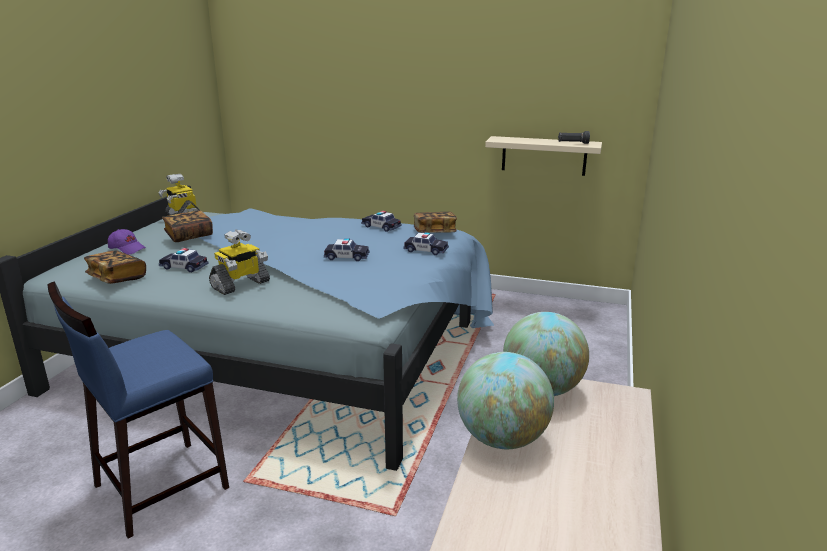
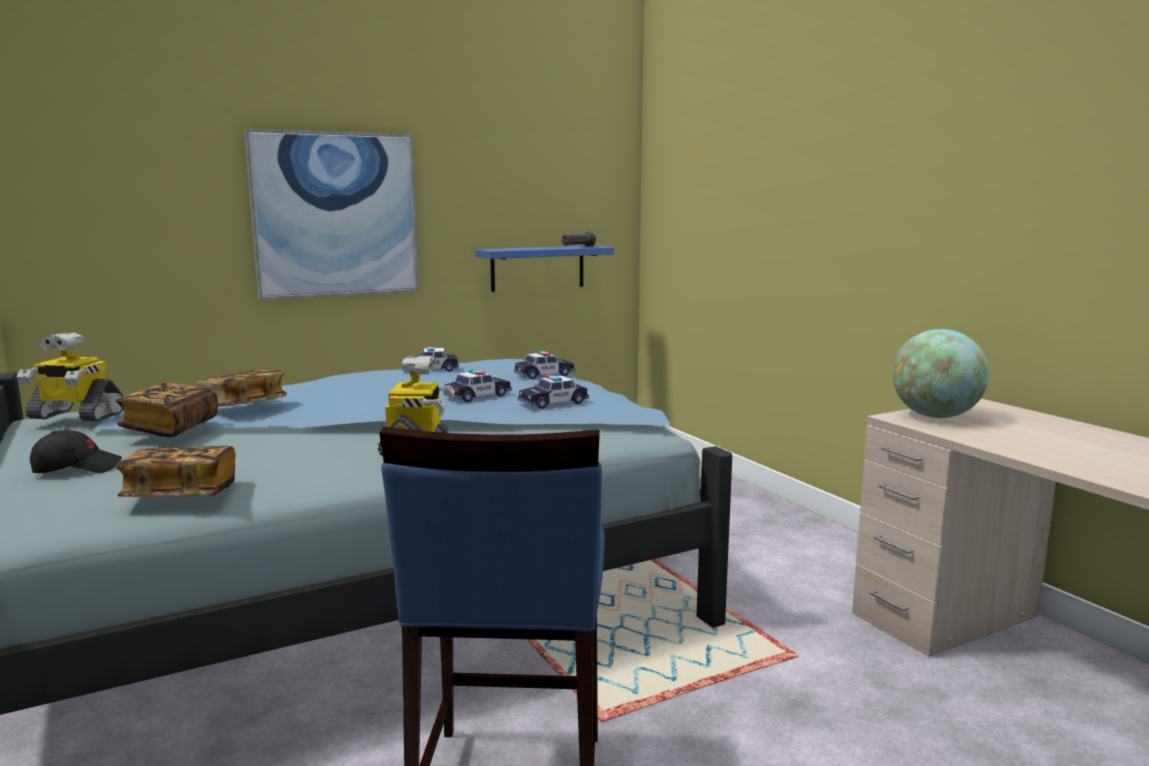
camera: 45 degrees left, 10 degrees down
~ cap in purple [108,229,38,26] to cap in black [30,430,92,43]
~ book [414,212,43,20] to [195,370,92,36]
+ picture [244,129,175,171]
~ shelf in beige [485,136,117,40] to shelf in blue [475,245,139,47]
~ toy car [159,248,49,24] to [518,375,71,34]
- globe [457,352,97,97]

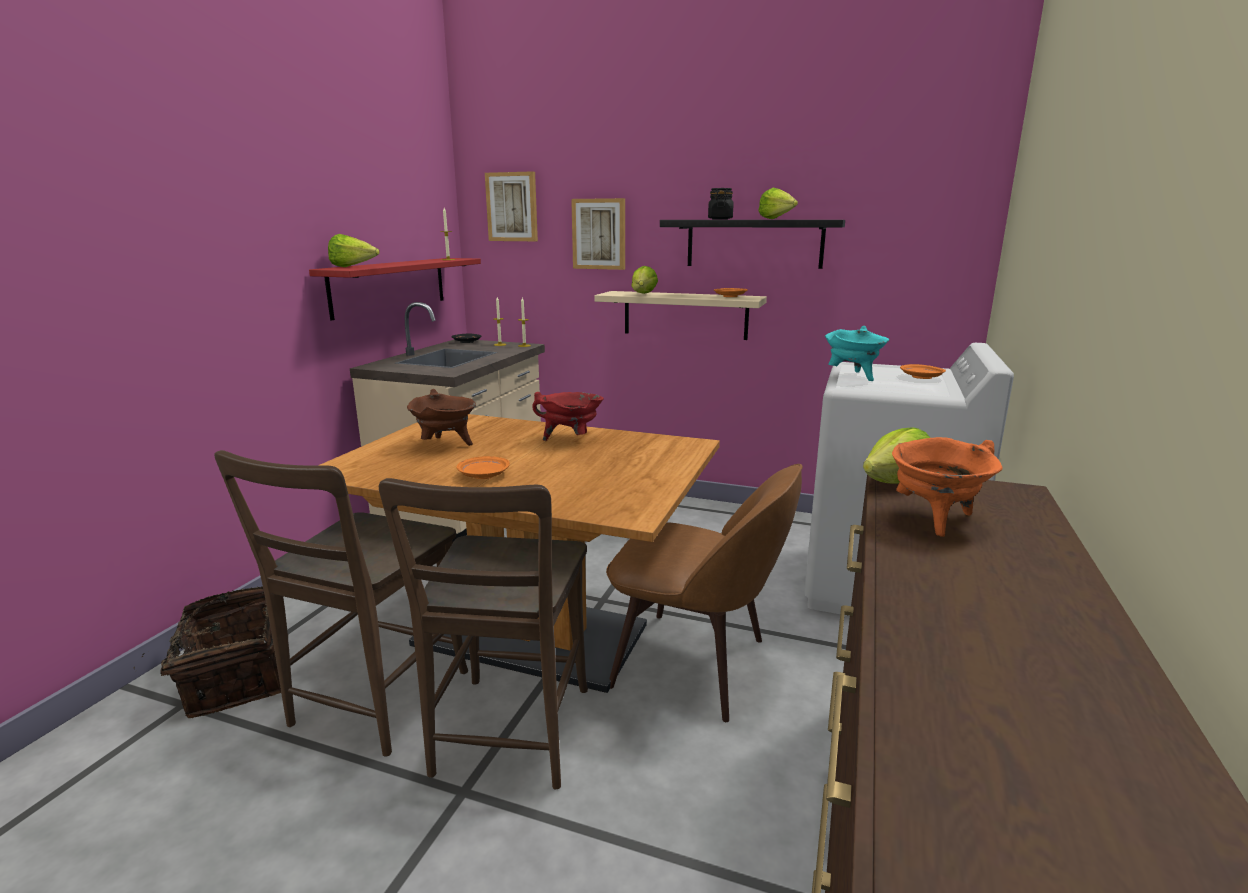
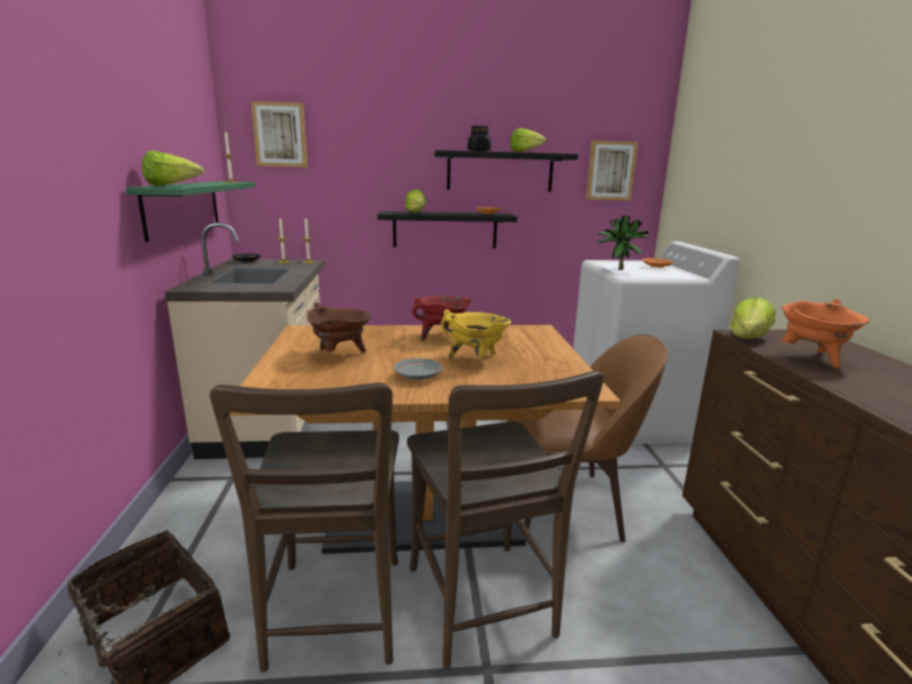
camera: 25 degrees left, 0 degrees up
~ shelf in red [309,258,172,62] to shelf in green [126,181,129,61]
~ shelf in beige [595,291,172,49] to shelf in black [377,211,140,37]
~ plate in orange [457,456,53,23] to plate in grey [394,358,48,22]
+ cooking pot in yellow [441,309,70,49]
~ picture [571,198,54,72] to [586,141,52,59]
~ cooking pot in turquoise [825,326,64,55] to potted plant [597,216,54,54]

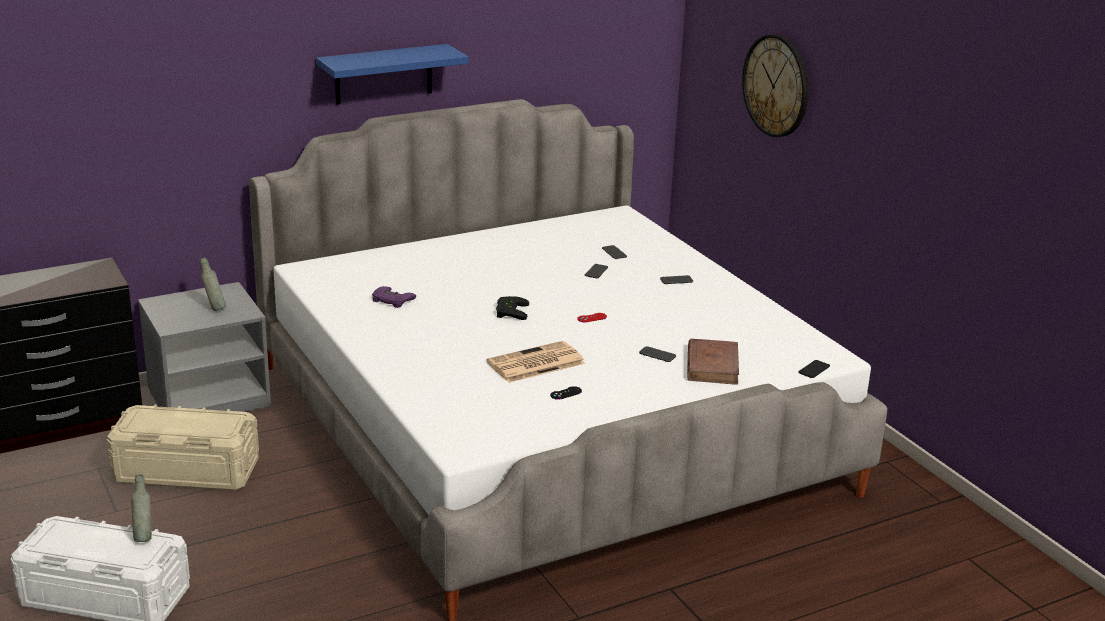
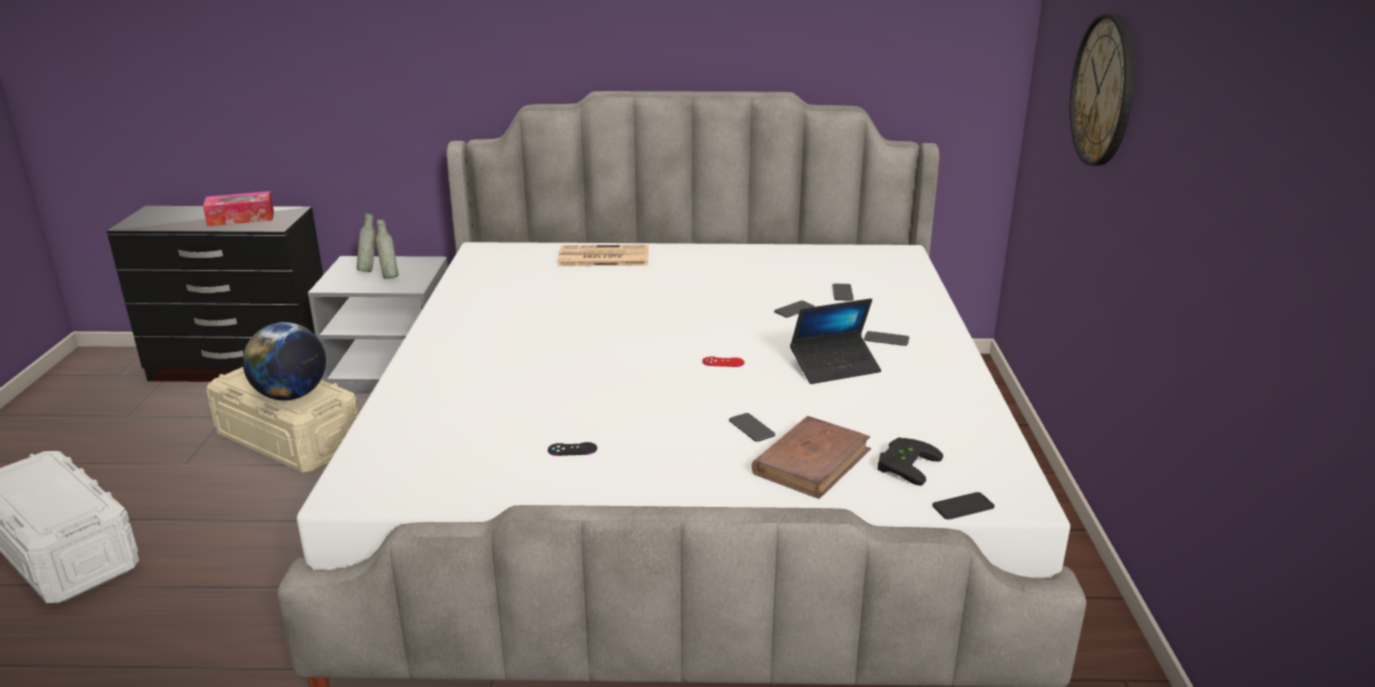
camera: 30 degrees right, 0 degrees up
+ tissue box [203,191,71,36]
+ globe [243,322,83,78]
~ bottle in grey [131,474,21,68] to [357,213,19,59]
~ newspaper [486,341,99,42] to [557,245,92,21]
+ laptop [790,298,91,86]
~ game controller in black [496,296,33,24] to [877,437,66,49]
- shelf in blue [316,44,153,61]
- game controller in purple [372,286,44,22]

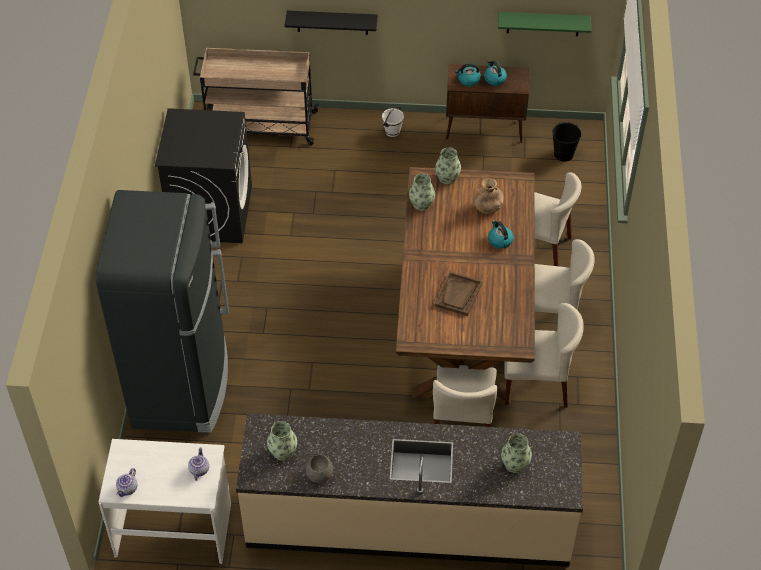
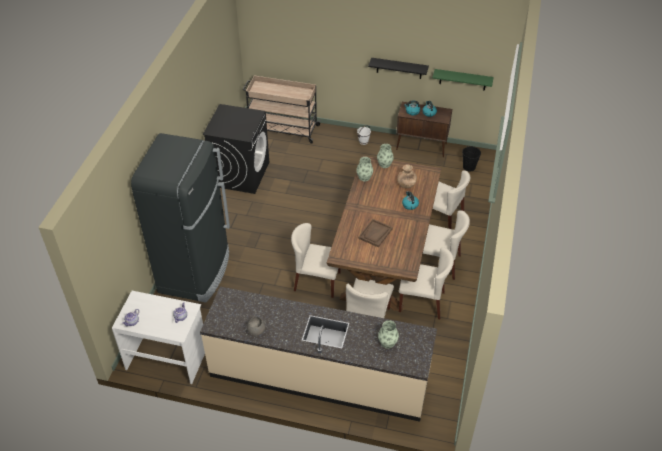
camera: 10 degrees right, 5 degrees down
+ chair in beige [291,223,50,75]
~ shelf in black [284,11,94,24] to [368,58,61,21]
- vase [267,421,30,40]

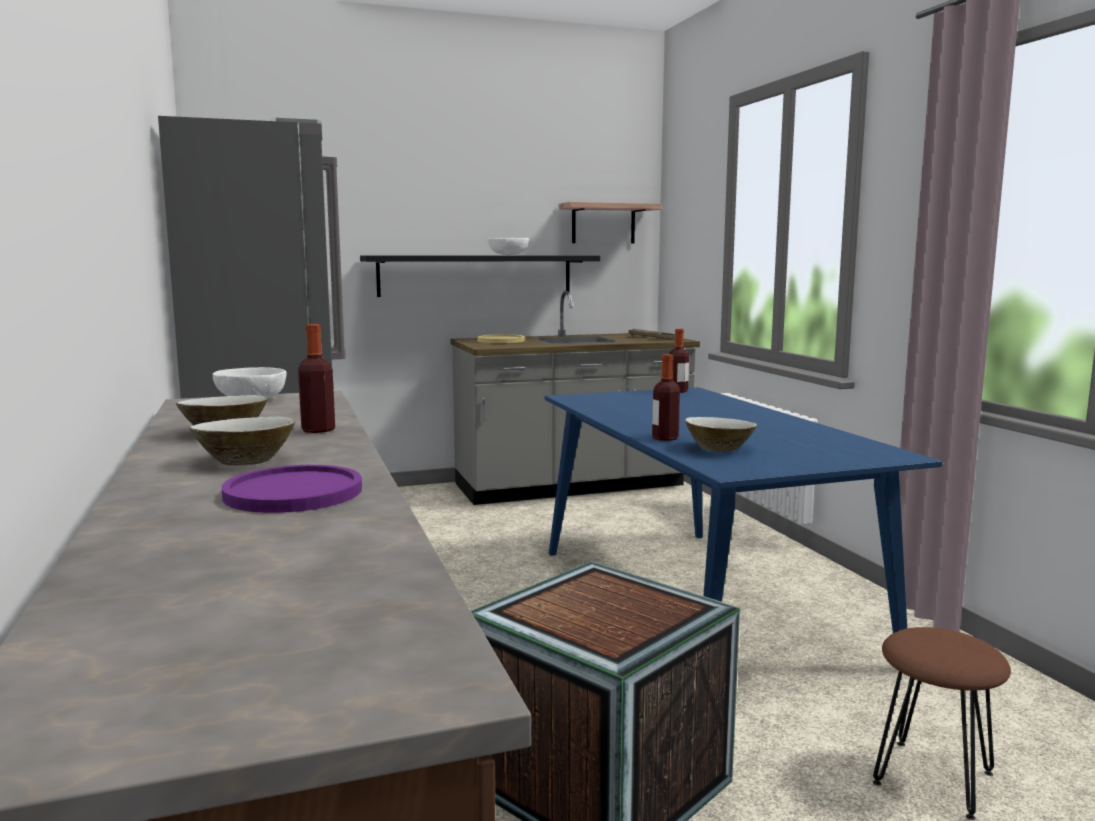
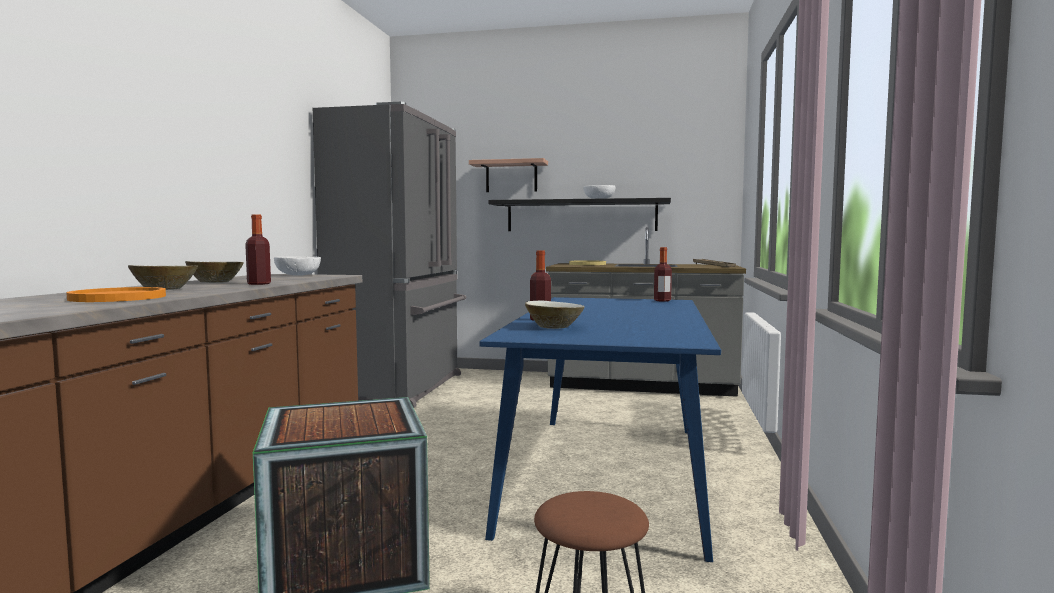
camera: 30 degrees right, 5 degrees down
~ plate in purple [222,465,140,48] to plate in orange [67,287,99,15]
~ shelf [559,202,103,42] to [469,158,79,34]

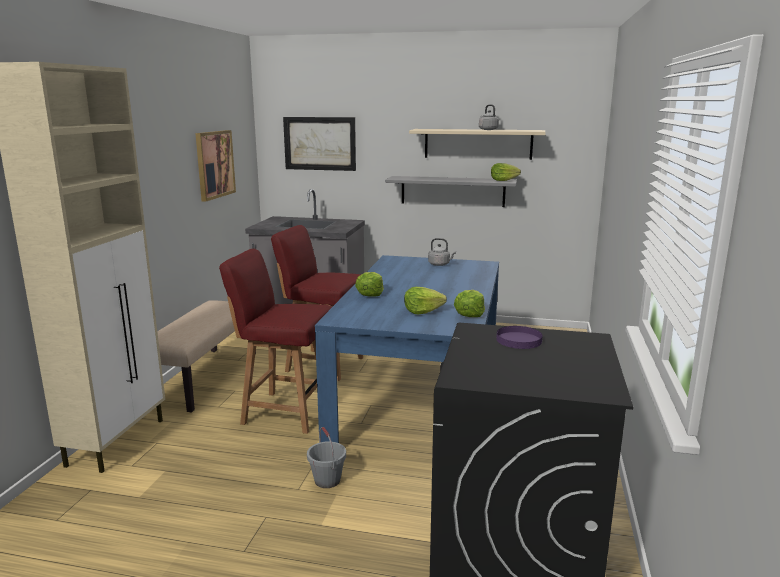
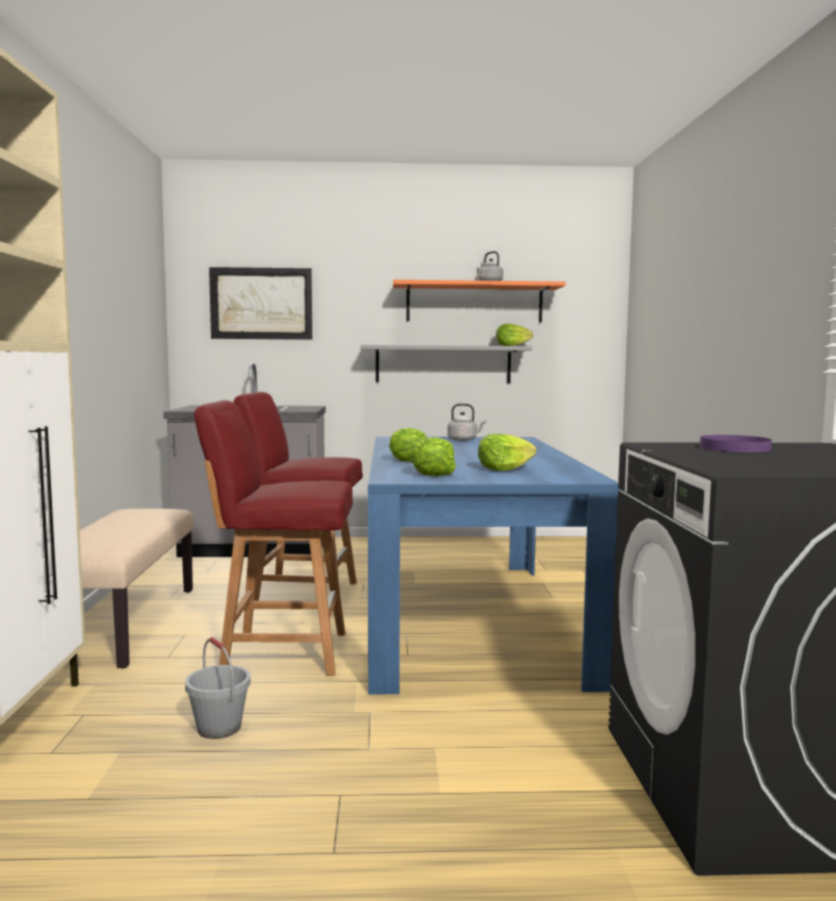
camera: 15 degrees left, 10 degrees down
~ bucket in grey [307,427,39,61] to [185,637,66,102]
~ shelf in beige [409,129,137,31] to shelf in orange [393,280,173,42]
~ lettuce [454,290,31,27] to [411,437,45,39]
- picture [195,130,41,72]

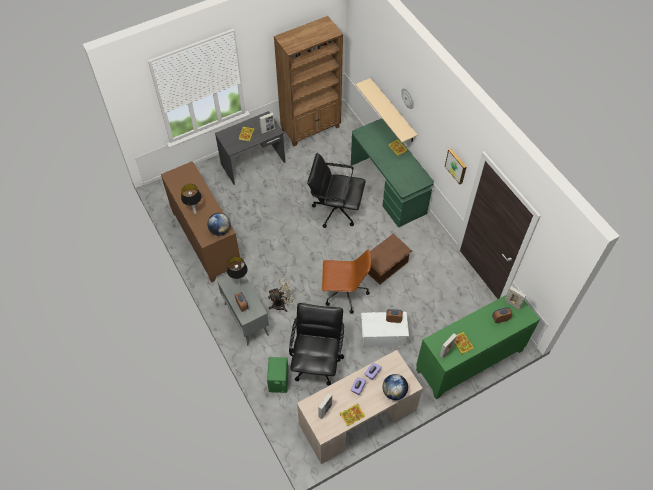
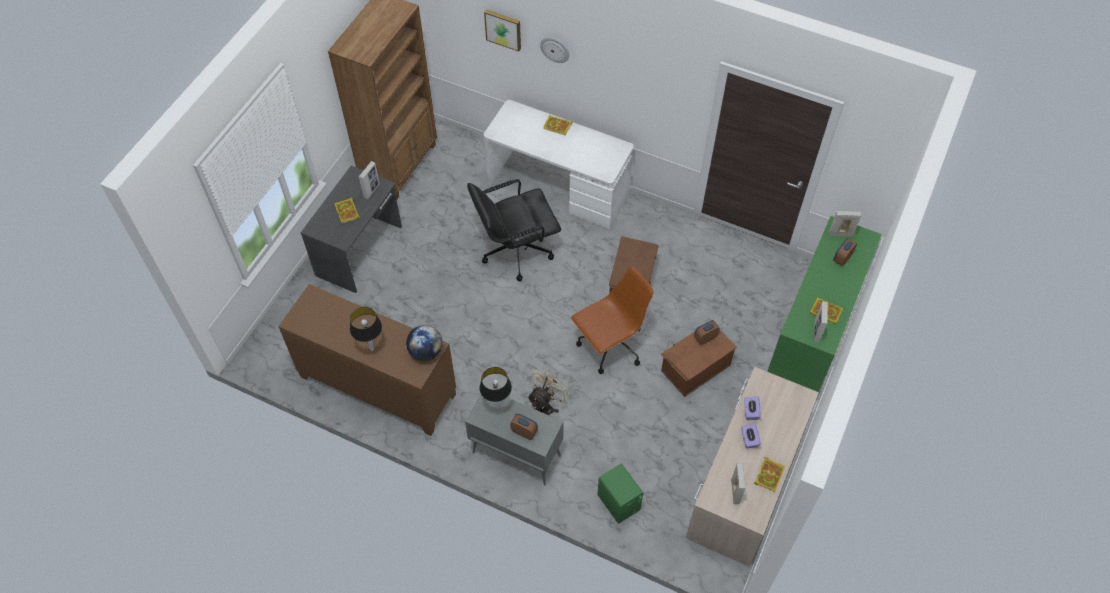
camera: 35 degrees left, 0 degrees up
~ desk in green [351,119,83,108] to desk in white [483,100,151,129]
~ picture [445,149,21,36] to [484,9,37,43]
~ storage box in white [361,312,48,36] to storage box in brown [660,330,77,67]
- office chair in black [289,303,55,82]
- shelf in beige [355,78,63,65]
- globe [382,374,26,26]

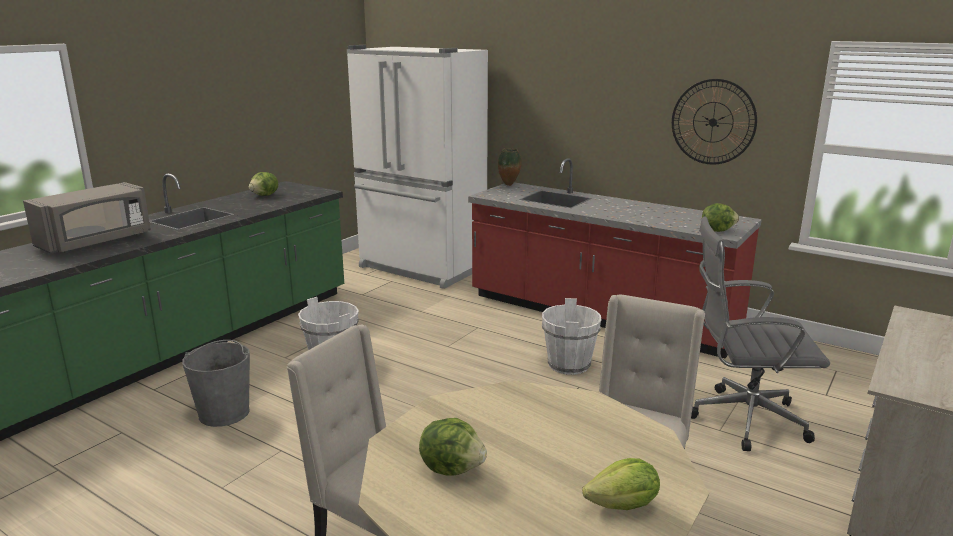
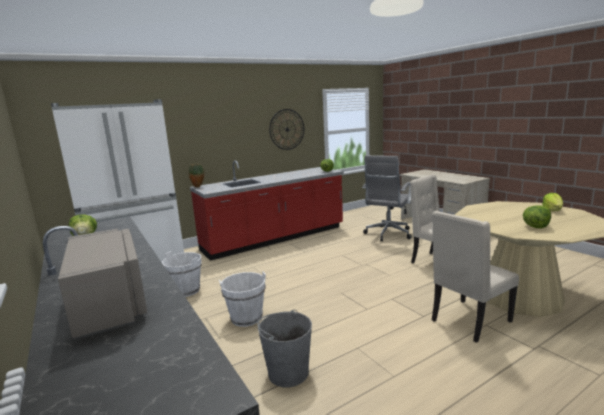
camera: 65 degrees left, 5 degrees down
~ bucket in white [542,298,60,77] to [162,251,40,46]

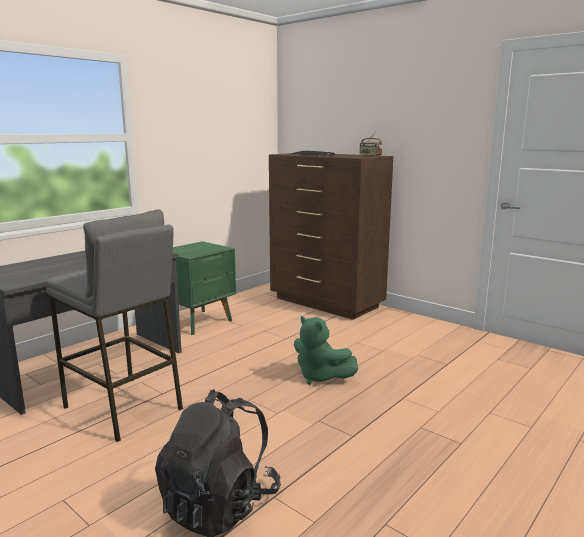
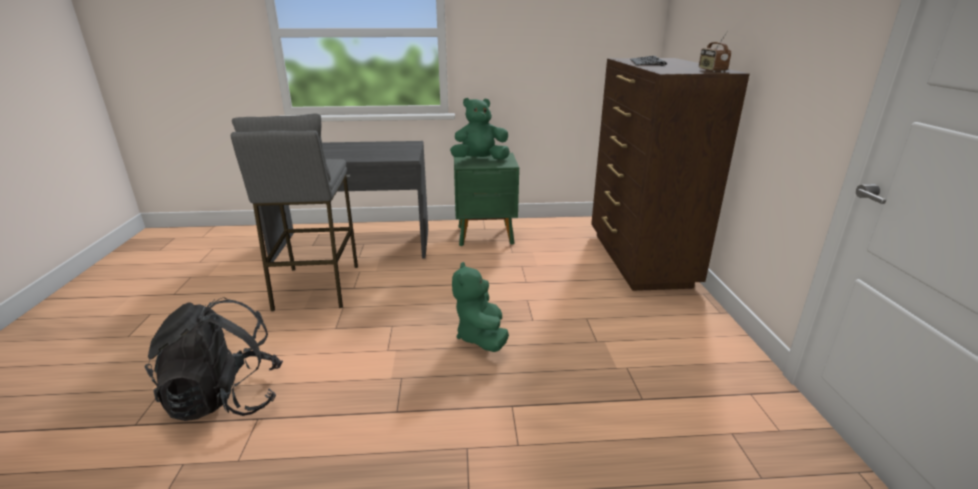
camera: 45 degrees right, 10 degrees up
+ plush toy in green [450,98,60,62]

